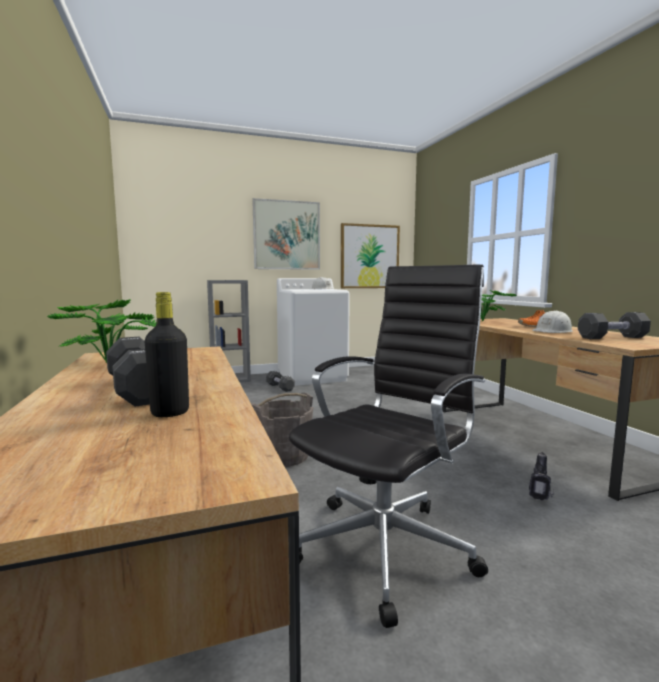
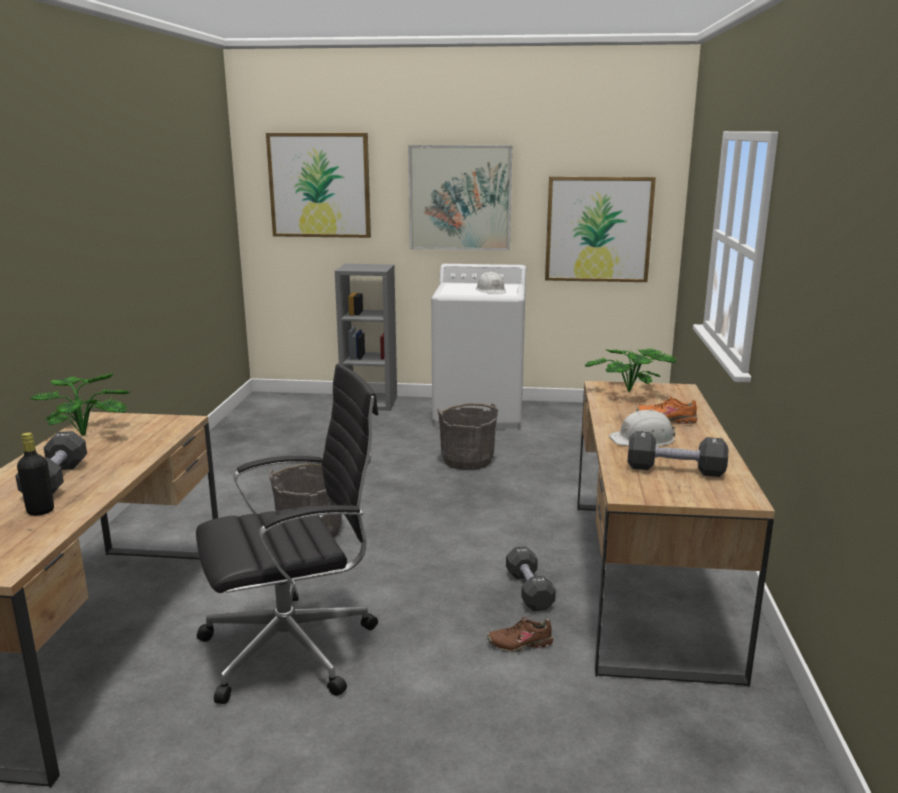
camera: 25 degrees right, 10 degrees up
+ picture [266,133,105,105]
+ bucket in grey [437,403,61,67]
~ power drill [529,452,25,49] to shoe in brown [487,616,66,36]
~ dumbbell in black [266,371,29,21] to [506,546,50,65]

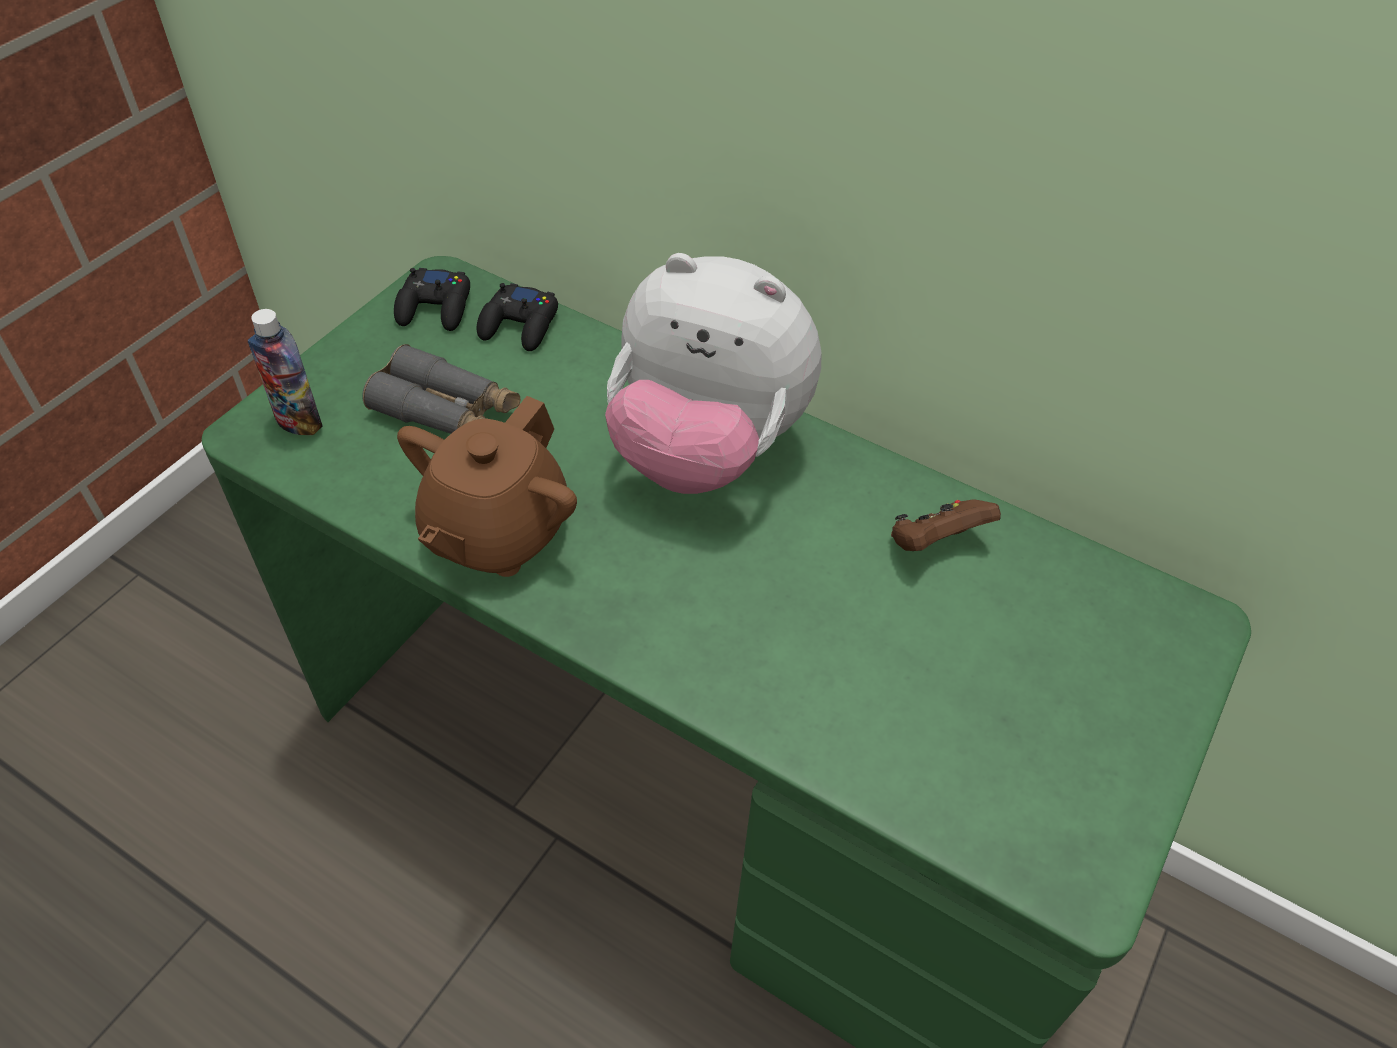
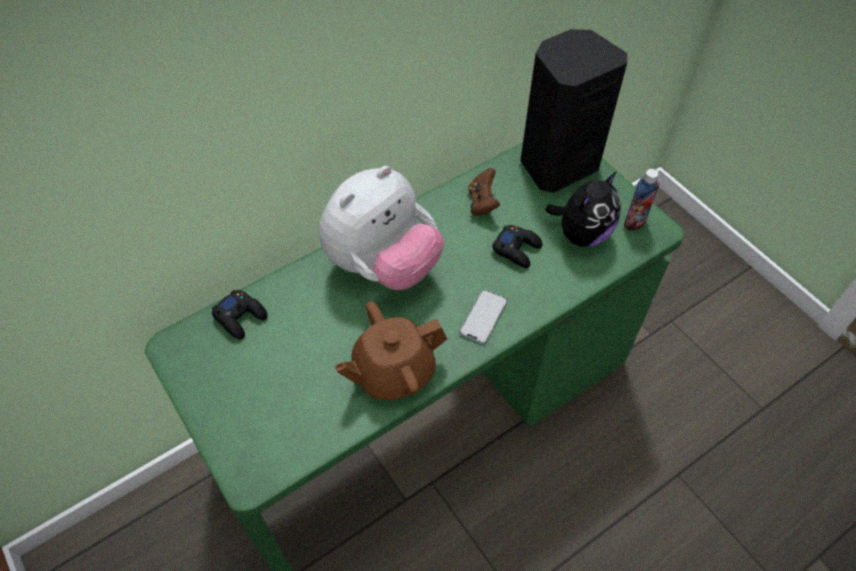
camera: 65 degrees left, 5 degrees up
~ teapot in brown [397,396,180,181] = [334,301,113,99] 105 degrees clockwise
+ phone [460,290,47,54]
~ game controller in black [394,268,76,63] to [492,225,50,43]
+ speaker in black [520,29,107,164]
+ plush toy [545,171,76,76]
~ bottle [248,309,75,126] to [624,169,36,62]
- binoculars in grey [362,344,158,90]

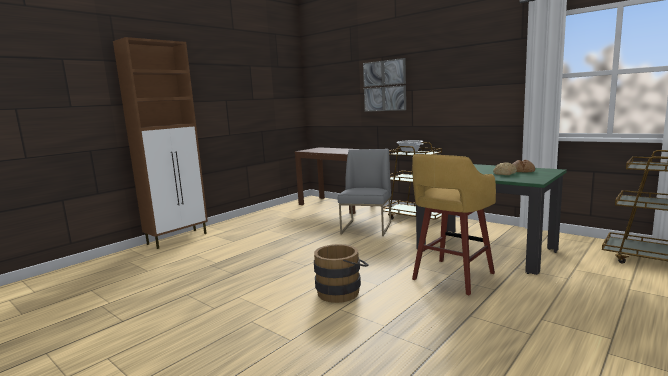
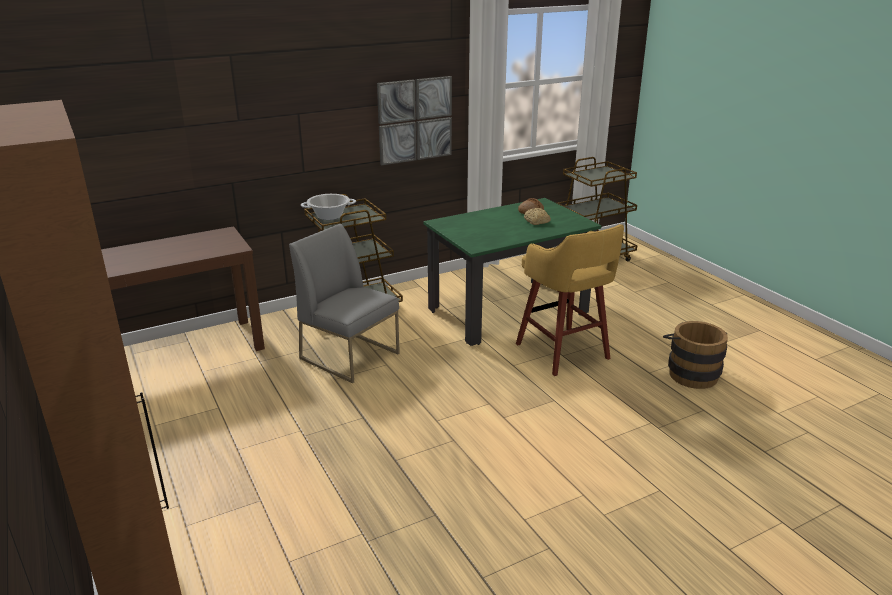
camera: 70 degrees left, 15 degrees up
~ picture [363,58,43,54] to [377,76,75,89]
~ bucket in brown [314,244,55,59] to [663,321,65,68]

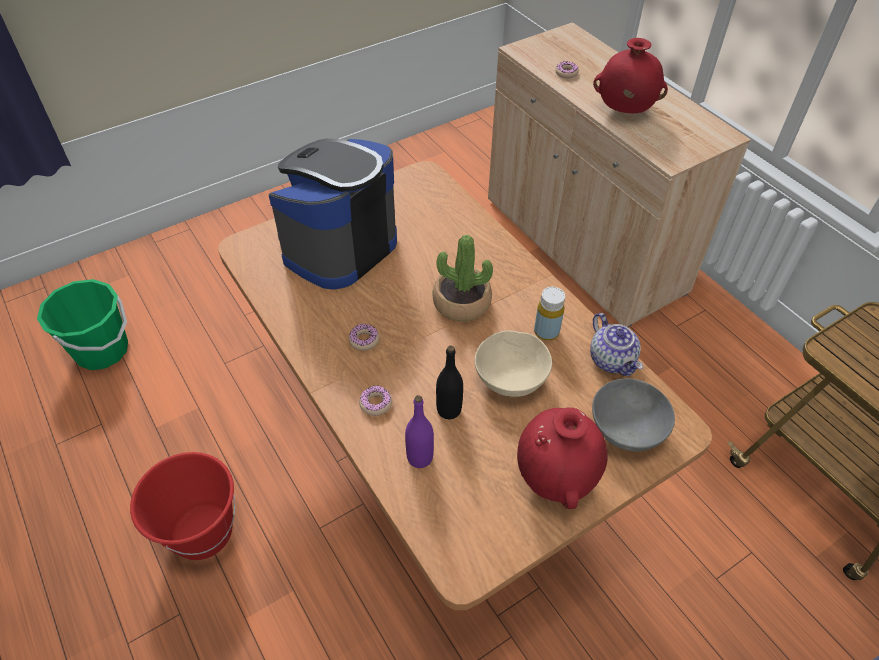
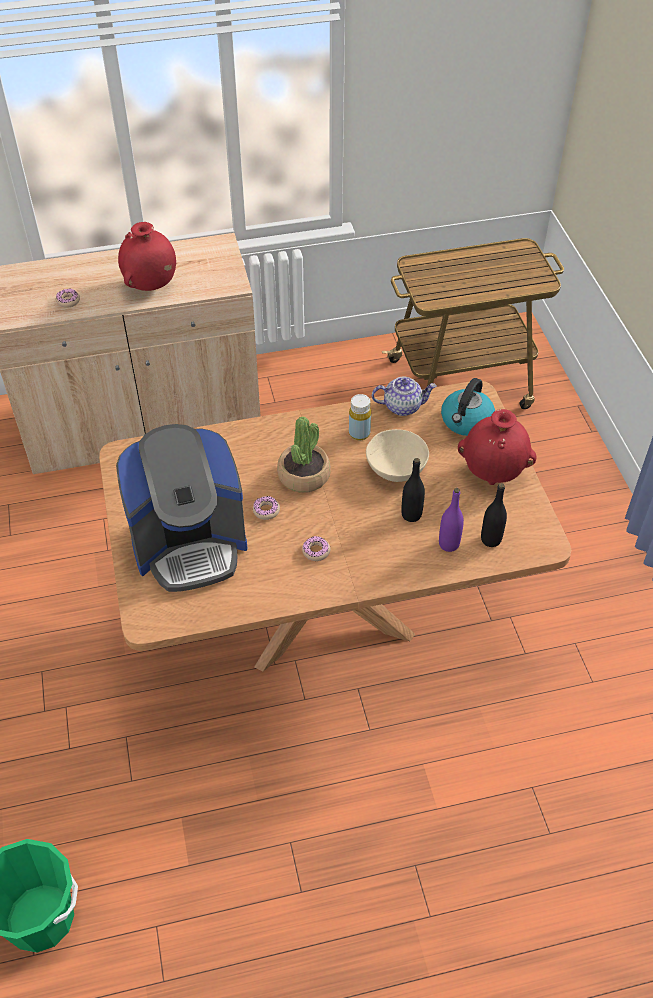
camera: 70 degrees left, 0 degrees up
~ coffee machine [268,139,129,151] = [116,424,132,168] 75 degrees counterclockwise
~ donut [359,386,33,30] to [253,496,27,24]
~ bowl in grey [592,378,83,74] to kettle [441,378,54,58]
+ bottle in black [481,483,26,64]
- bucket in red [130,452,105,108]

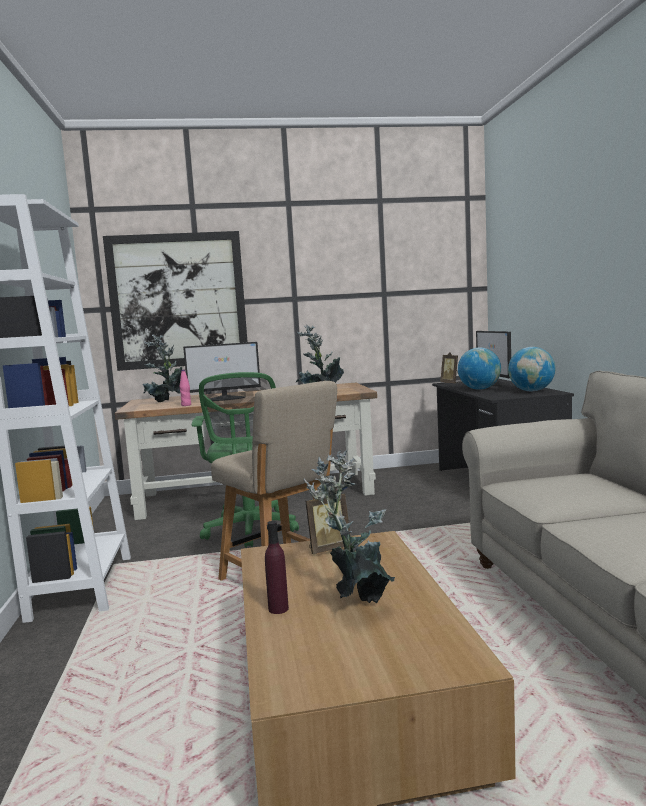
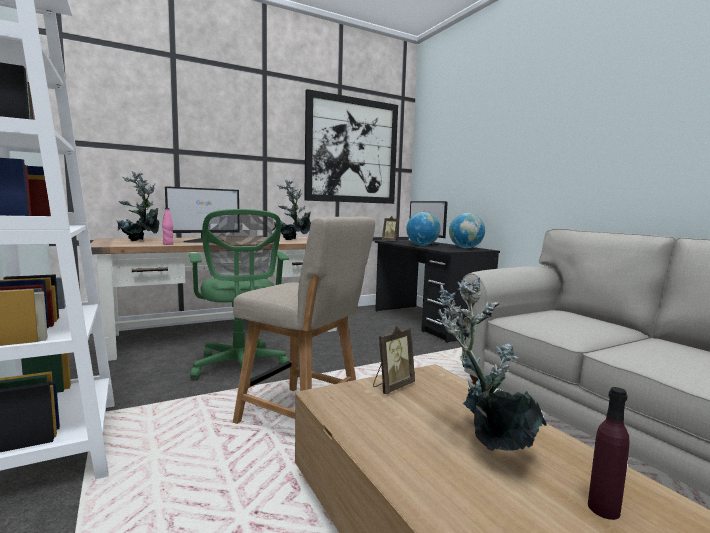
camera: 20 degrees left, 0 degrees up
~ picture [103,231,145,140] to [304,89,94,115]
~ bottle in purple [265,521,24,93] to [588,387,42,133]

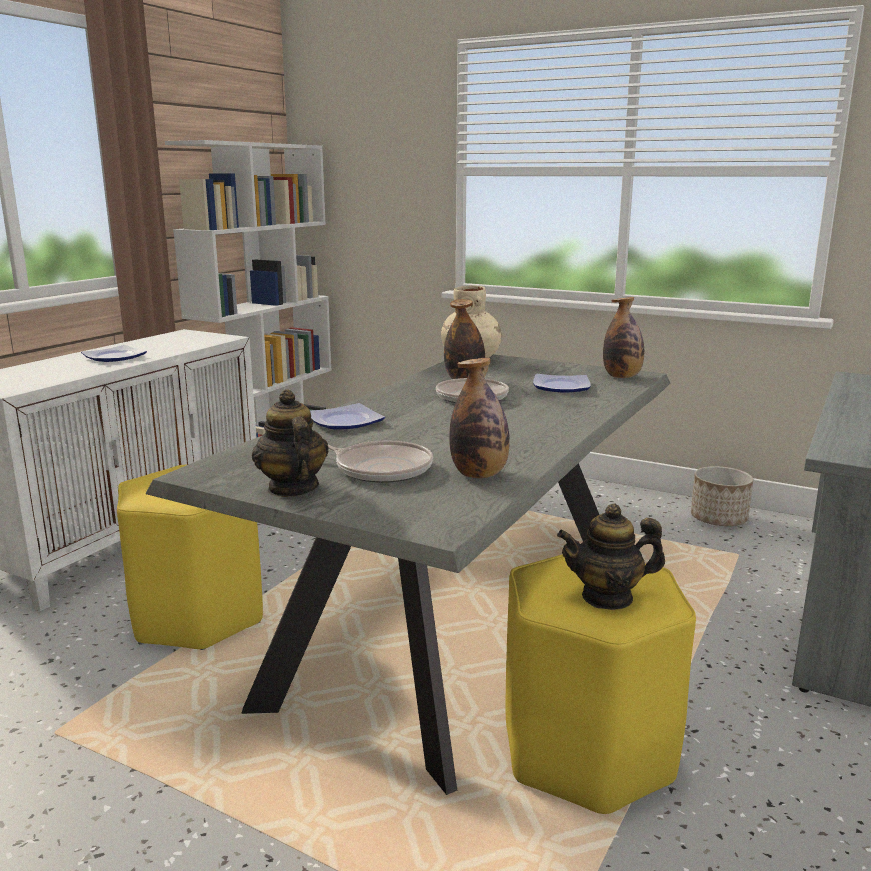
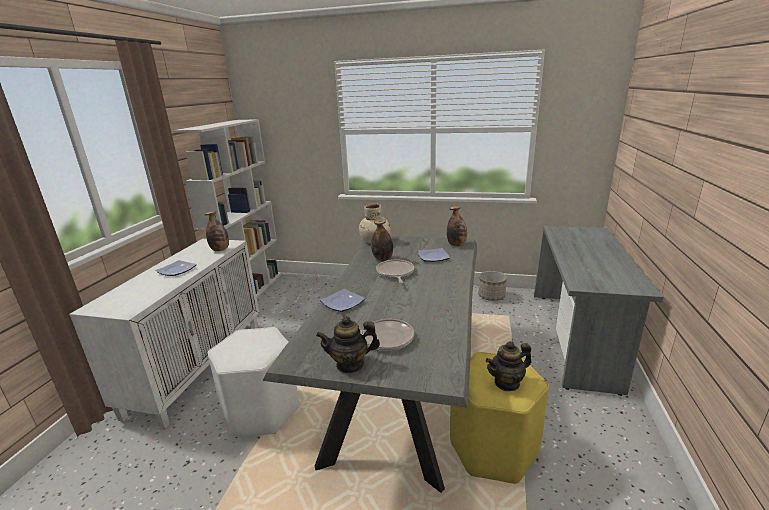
camera: 15 degrees left, 5 degrees up
~ bottle [449,358,61,120] to [205,211,24,40]
~ stool in yellow [117,465,146,185] to stool in white [208,327,91,111]
~ teapot [252,389,77,108] = [316,316,64,57] 60 degrees counterclockwise

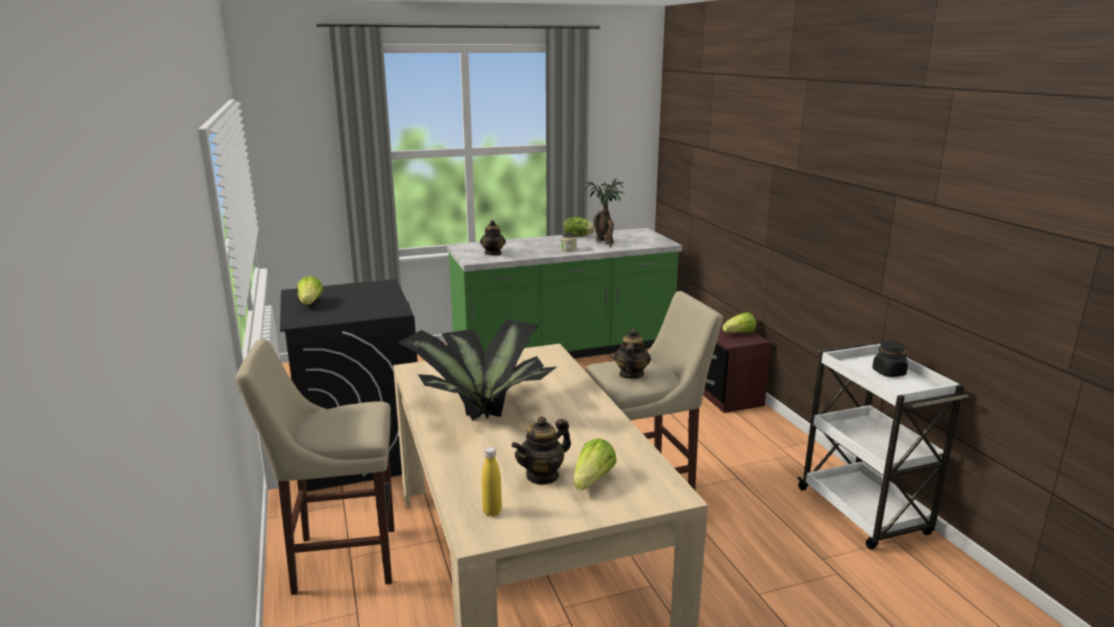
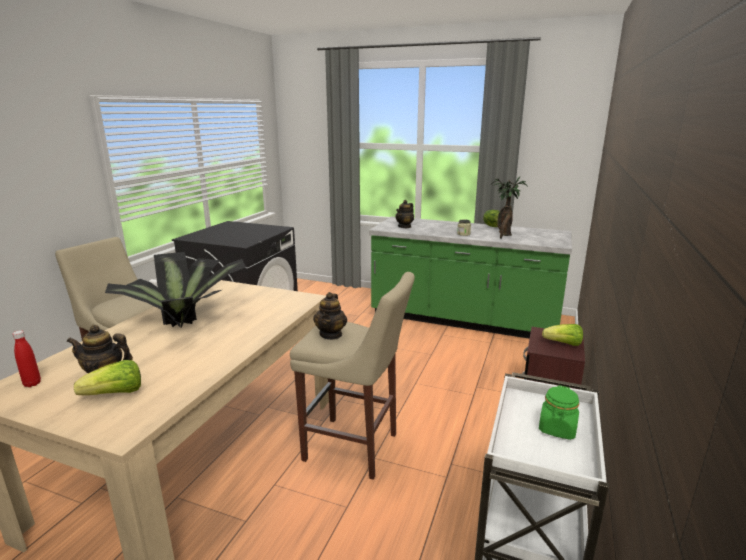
camera: 40 degrees right, 0 degrees up
~ bottle in yellow [481,447,21,70] to bottle in red [12,330,29,57]
~ teapot [614,328,37,51] = [313,292,34,48] 135 degrees clockwise
~ jar in black [872,341,36,36] to jar in green [539,385,40,55]
- lettuce [297,276,26,29]

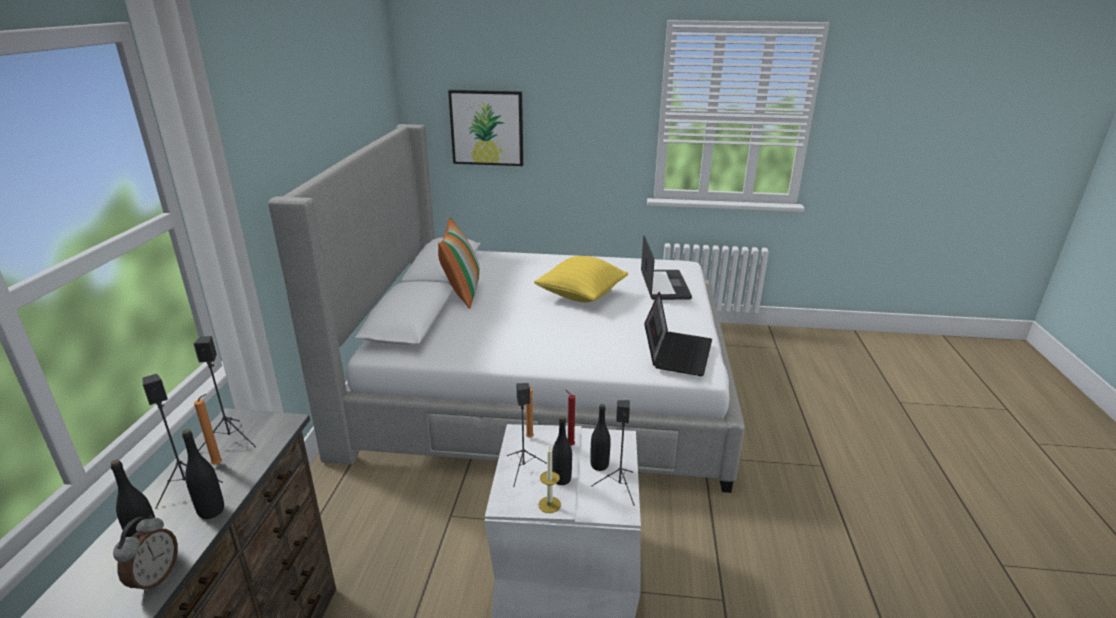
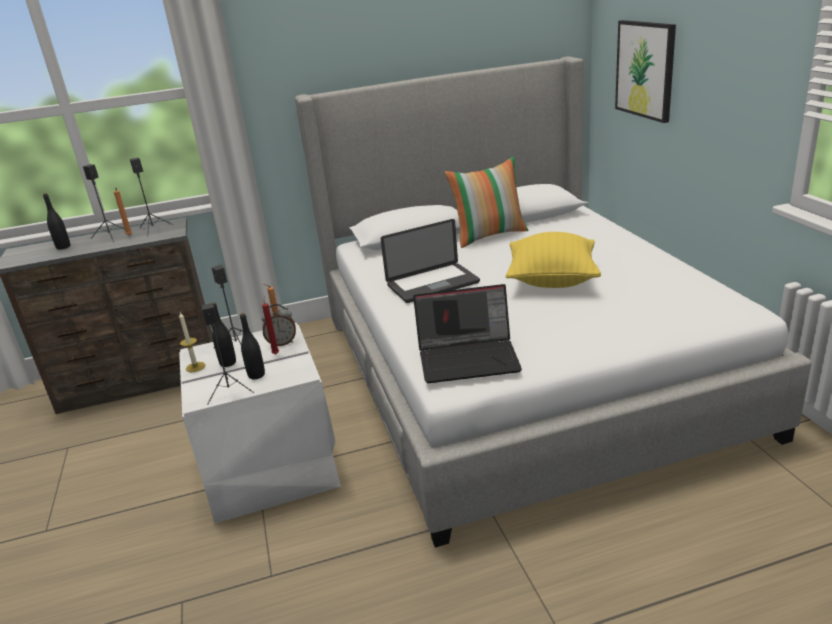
camera: 70 degrees right, 0 degrees up
~ alarm clock [113,515,65,79] to [261,304,35,42]
~ laptop [641,235,51,65] to [381,219,99,84]
- bottle in black [182,429,42,90]

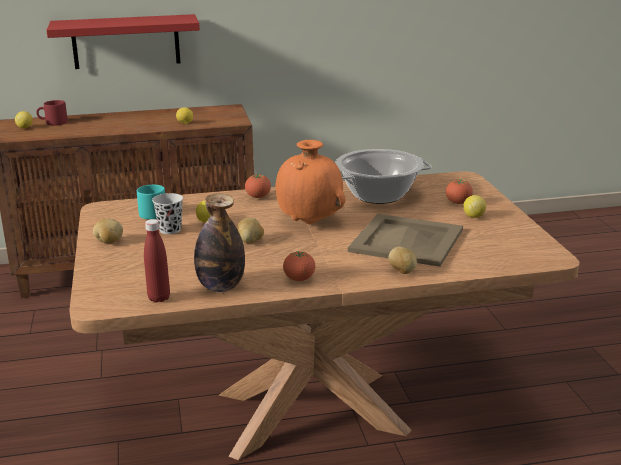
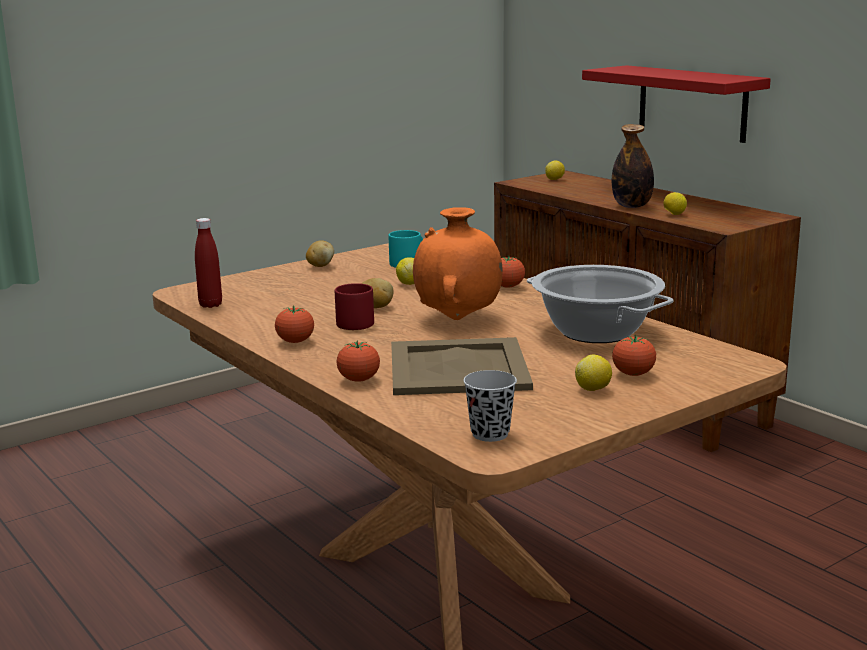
camera: 65 degrees right, 5 degrees down
~ mug in red [36,100,32,25] to [335,283,39,47]
~ potato [388,247,29,27] to tomato [337,340,43,42]
~ cup in black [152,193,31,41] to [463,370,54,72]
~ bottle [194,193,51,99] to [612,124,42,84]

